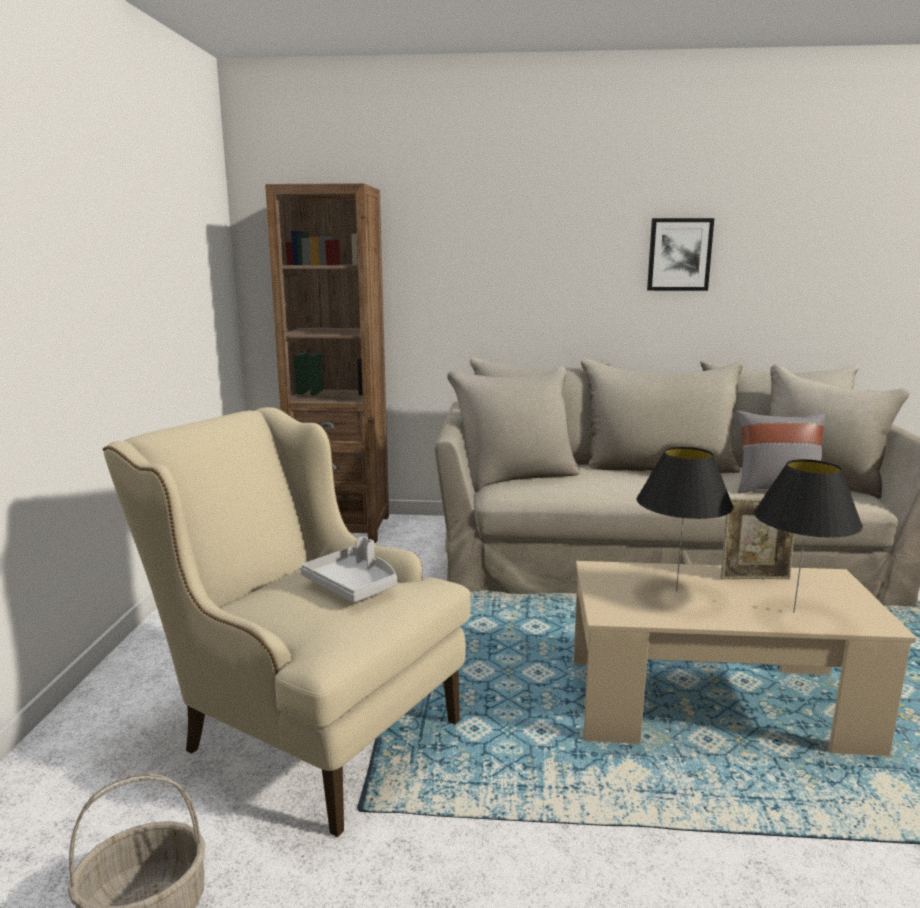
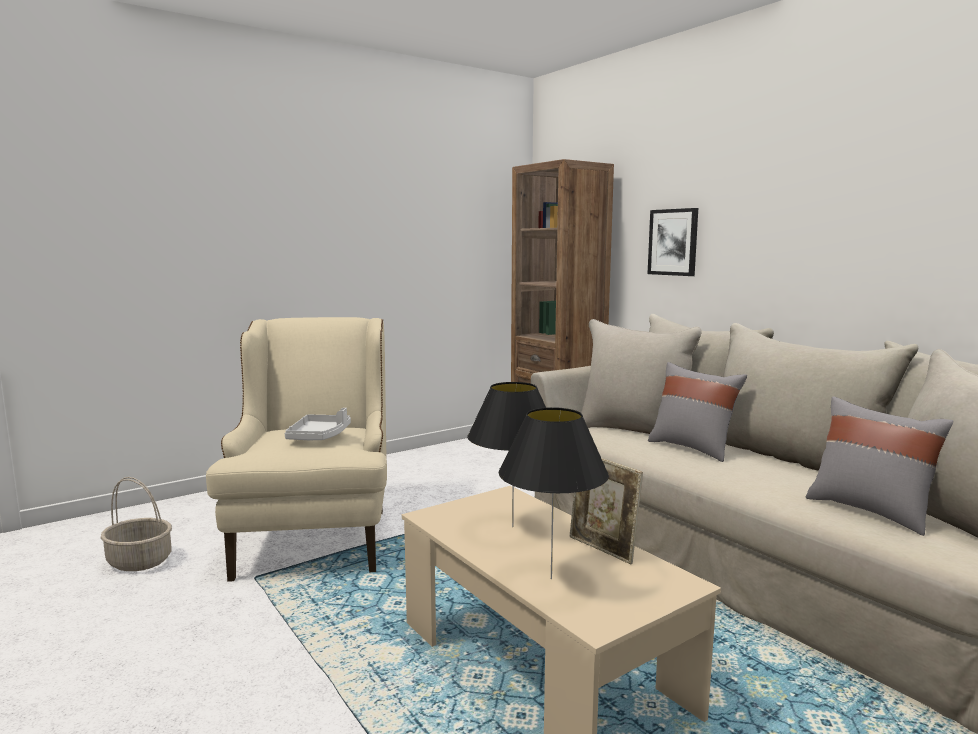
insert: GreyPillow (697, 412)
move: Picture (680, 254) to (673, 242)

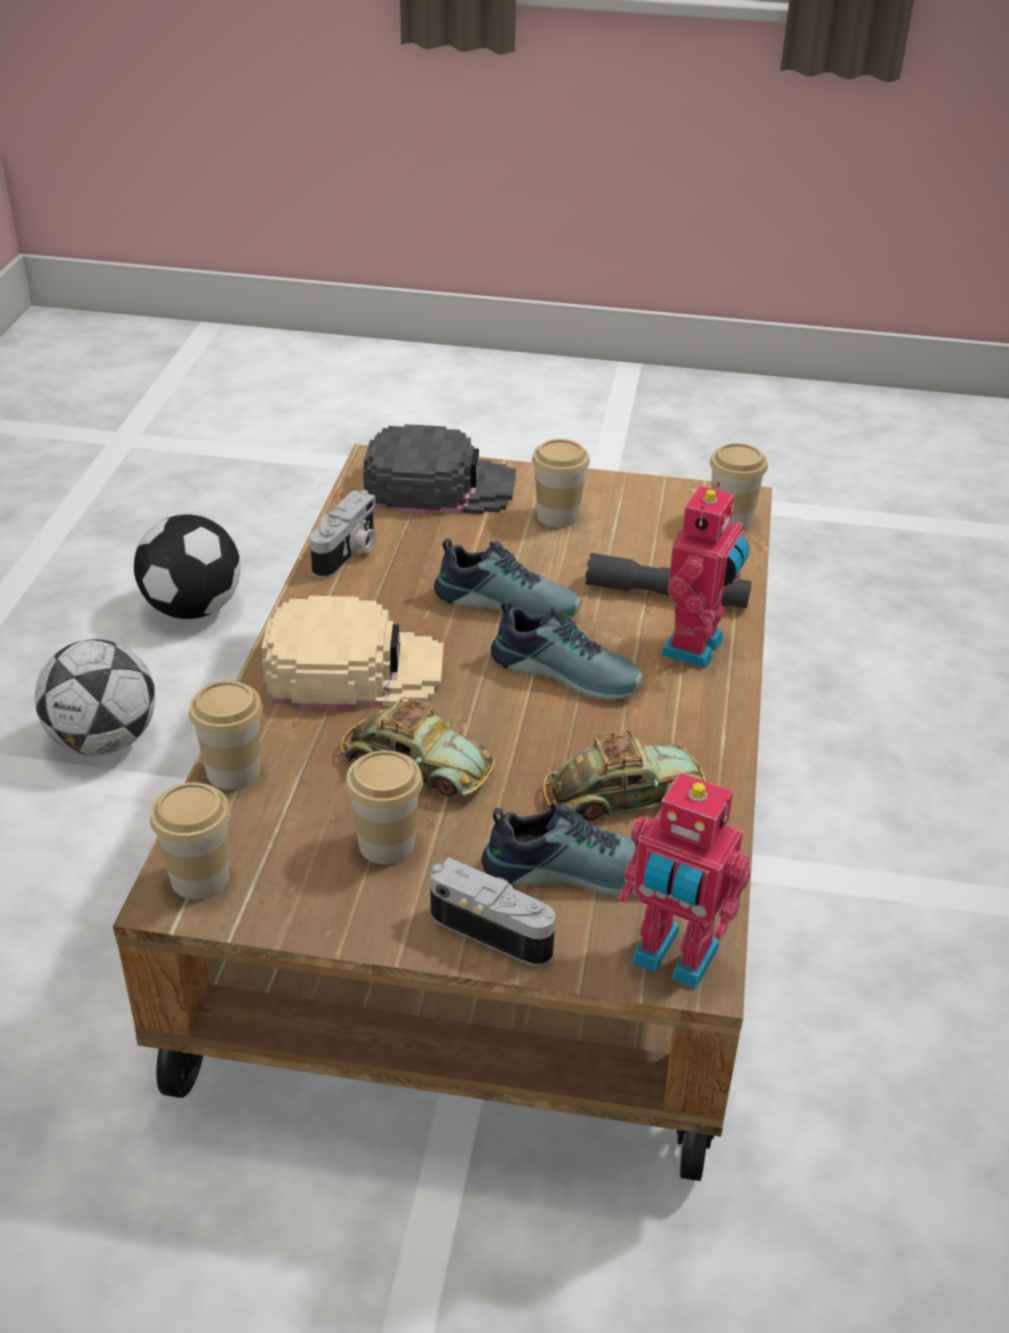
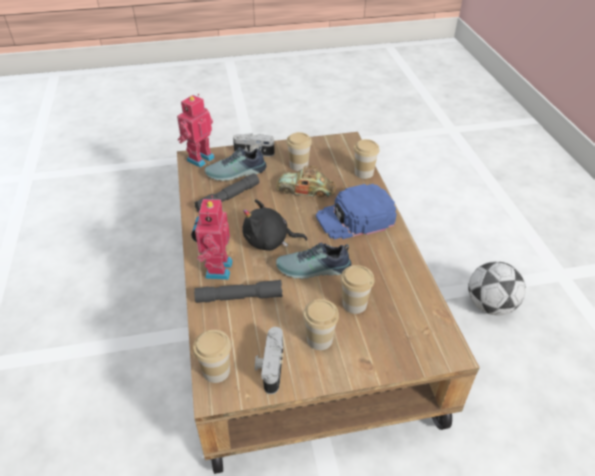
delete: Football (187, 567); BlackCap (439, 469)
move: Cup (190, 840) to (357, 289); PhotoCamera (343, 534) to (269, 360)
replace: Shoe (567, 650) to BlackPlushToy (275, 225); ToyCar (624, 775) to GreyFlashlight (227, 192)
recolor: BeigeCap (353, 652) to BlueCap (356, 211)
rotate: ToyRobot (685, 880) = (196, 131) 60 degrees counterclockwise

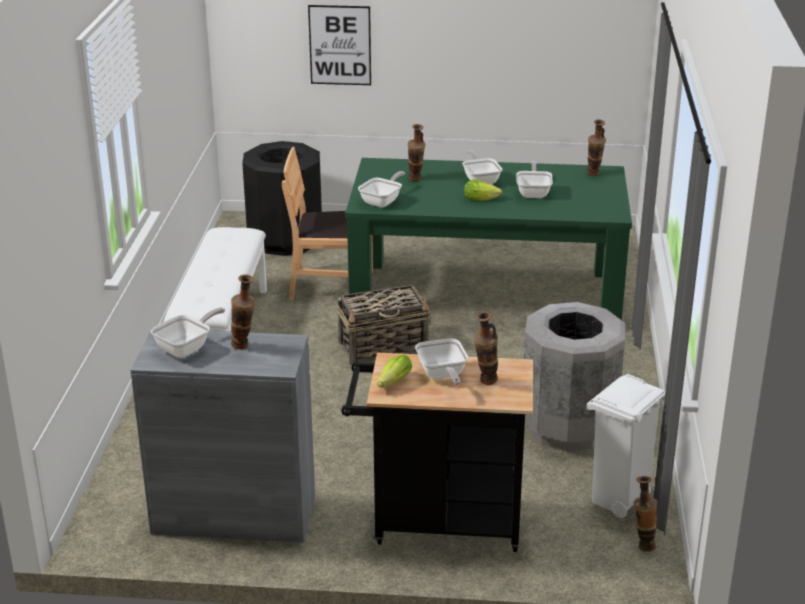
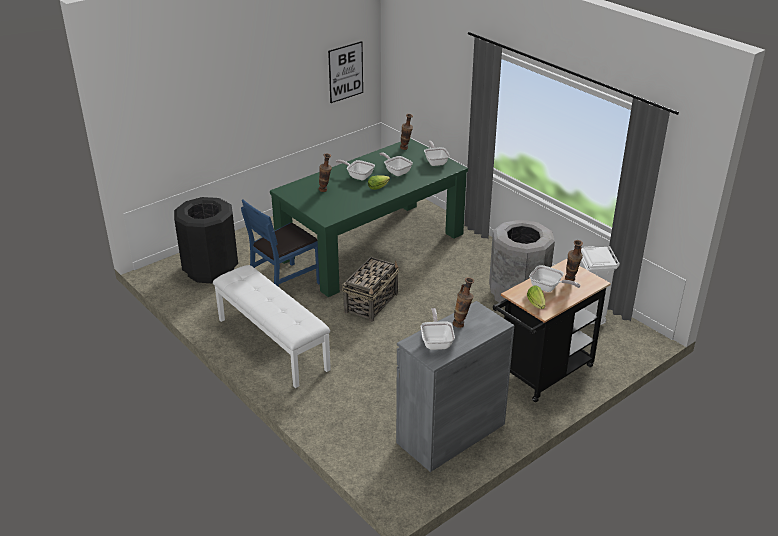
delete: Vase (645, 514)
move: Picture (339, 45) to (345, 72); FryingPan (381, 189) to (437, 153)
recolor: BrownChair (327, 223) to BlueChair (280, 243)

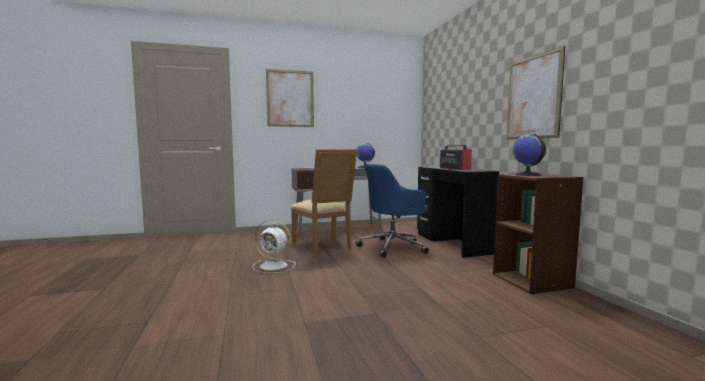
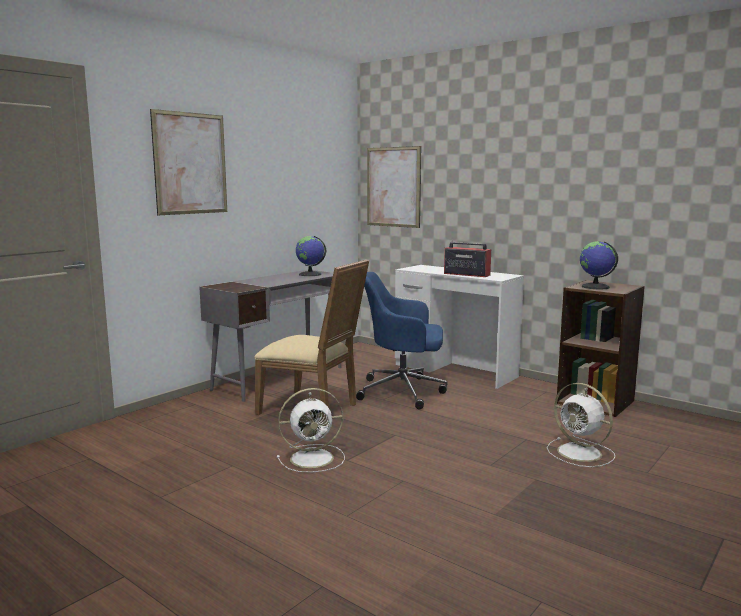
insert: WhiteFan (581, 425)
move: Picture (536, 93) to (394, 187)
recolor: BlackDesk (458, 212) to WhiteDesk (459, 327)
rotate: BlueOfficeChair (392, 211) = (401, 340) 75 degrees clockwise

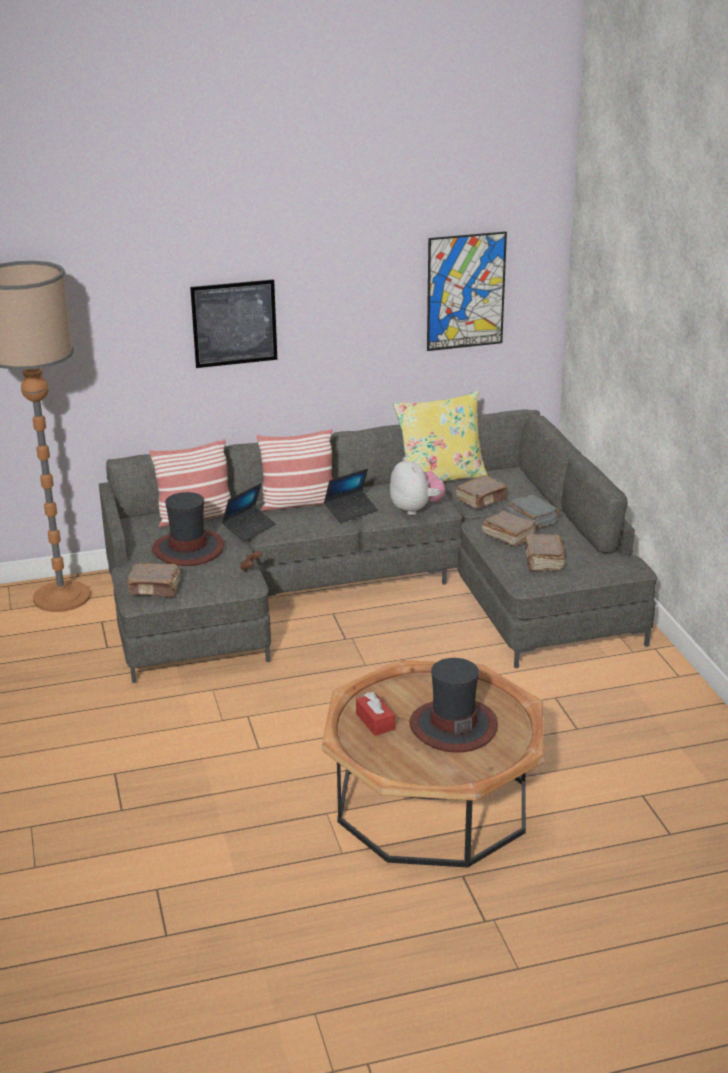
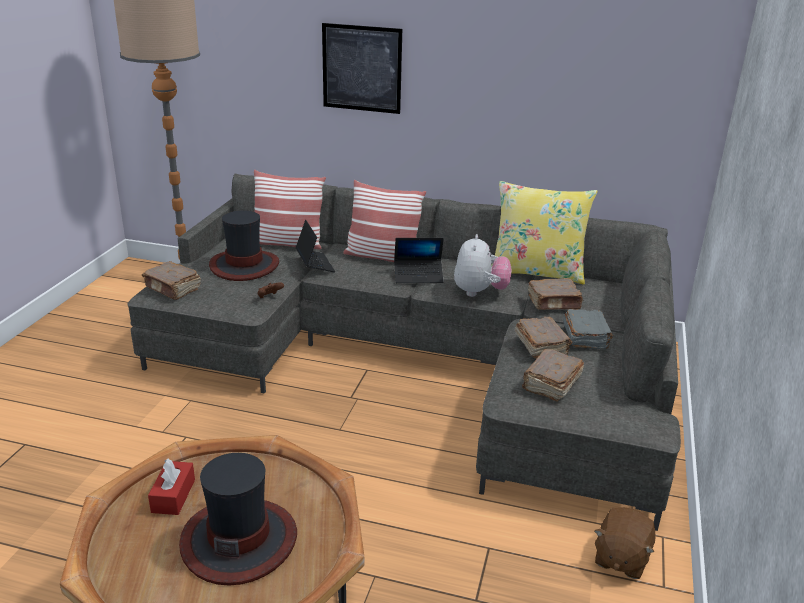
delete: Picture (467, 291)
insert: BrownPlushToy (625, 543)
rotate: Laptop (249, 512) = (315, 246) 90 degrees counterclockwise

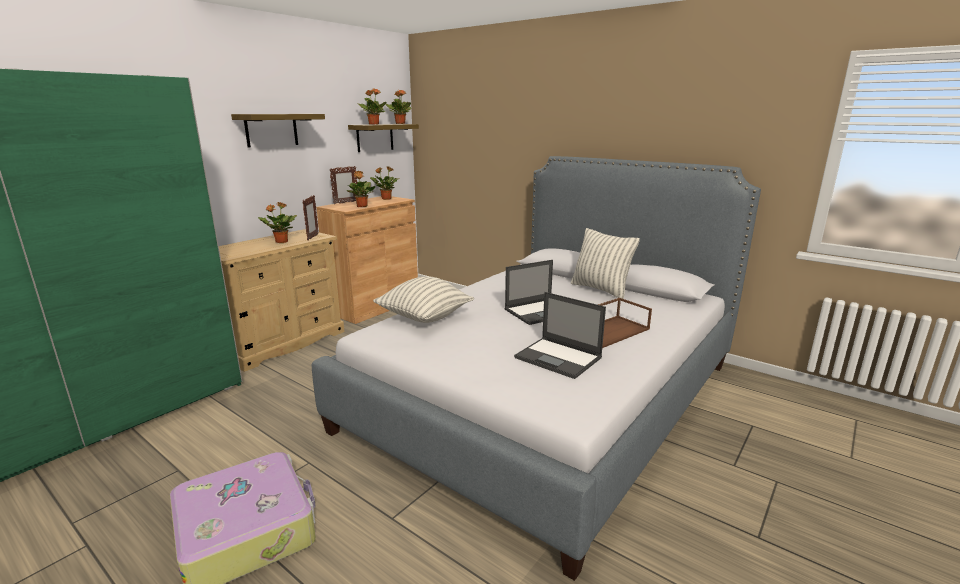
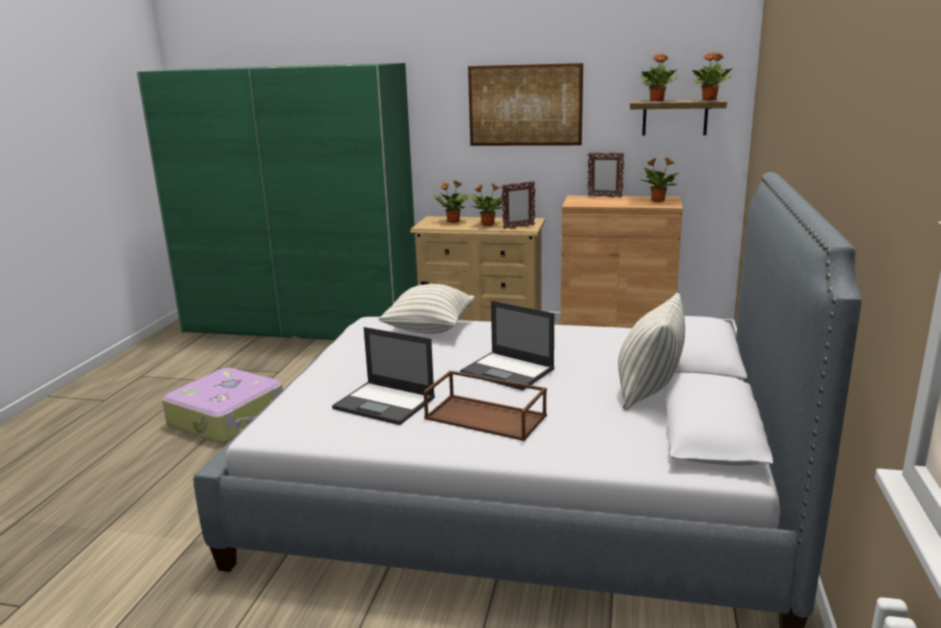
move: PottedPlant (361, 189) to (452, 201)
replace: Shelf (278, 131) to Picture (525, 104)
rotate: Laptop (560, 335) = (383, 376) 75 degrees counterclockwise

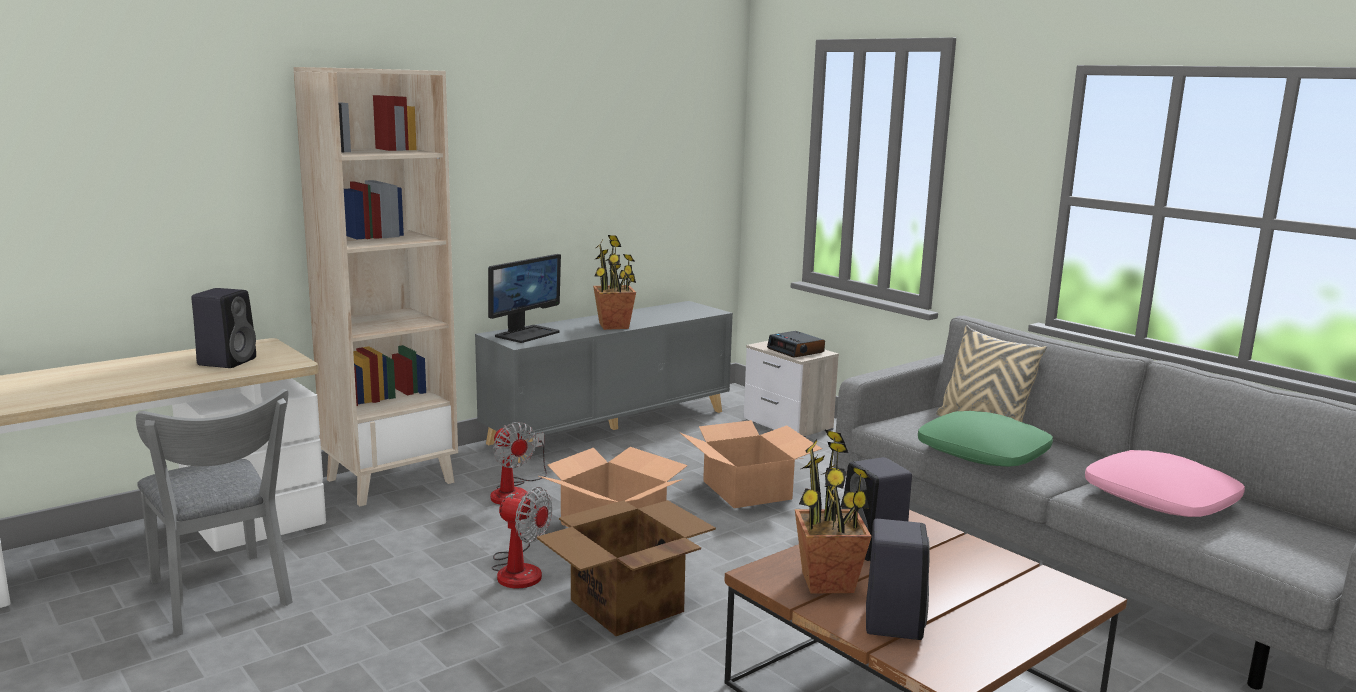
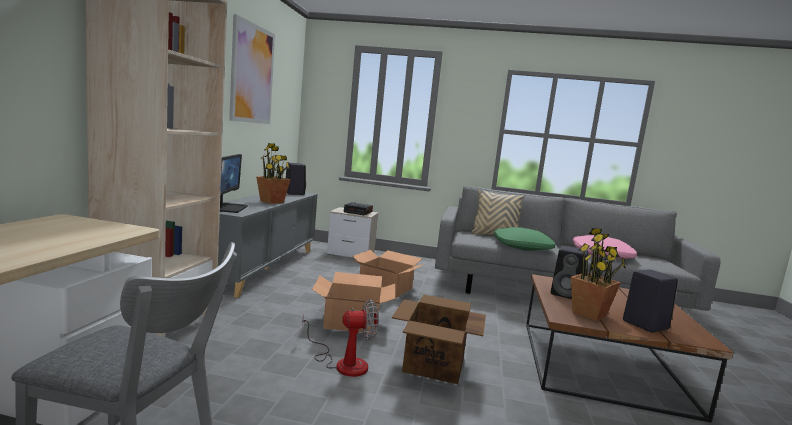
delete: Fan (518, 463)
insert: Picture (252, 69)
move: BlackSpeaker (223, 328) to (296, 179)

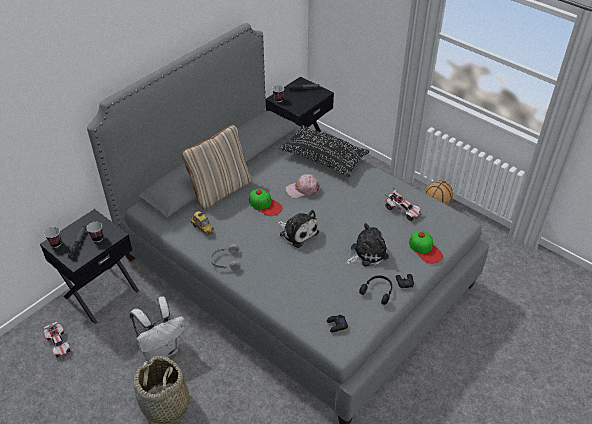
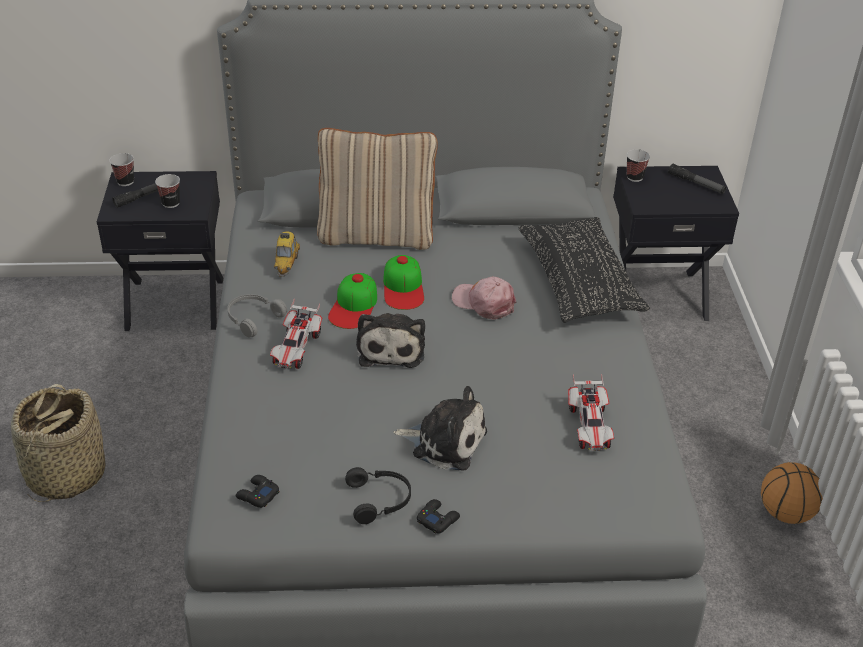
delete: WhiteBackpack (157, 328)
move: ToyCar (56, 338) to (296, 334); Cap (426, 247) to (352, 301)

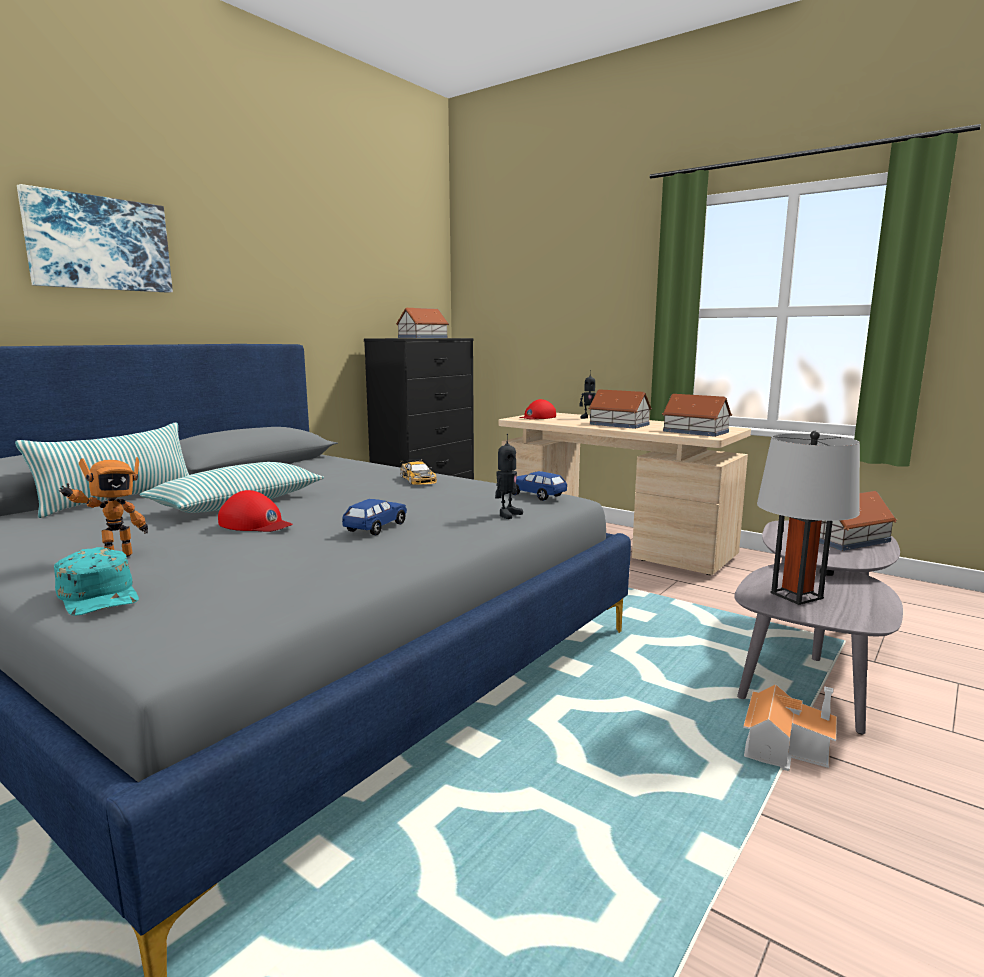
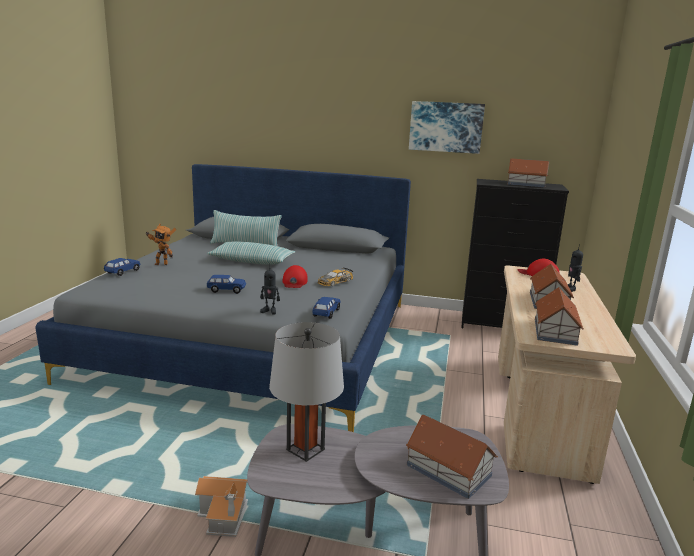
move: Picture (95, 238) to (447, 127); RedCap (255, 511) to (295, 276)
replace: TurquoiseCap (96, 581) to BlueToyCar (122, 267)

